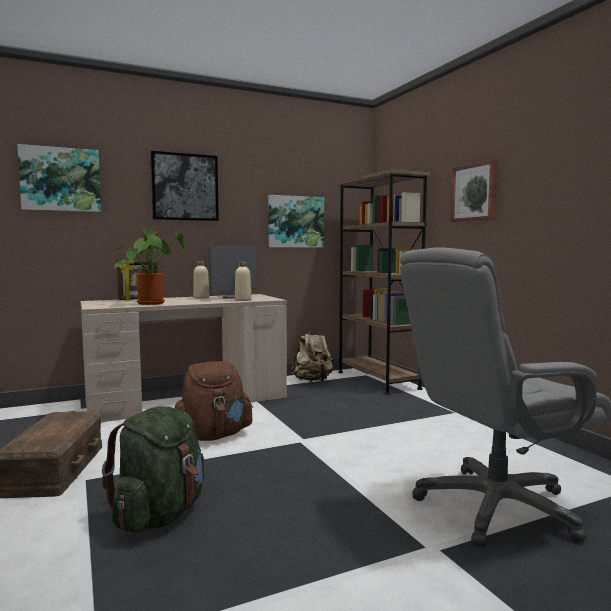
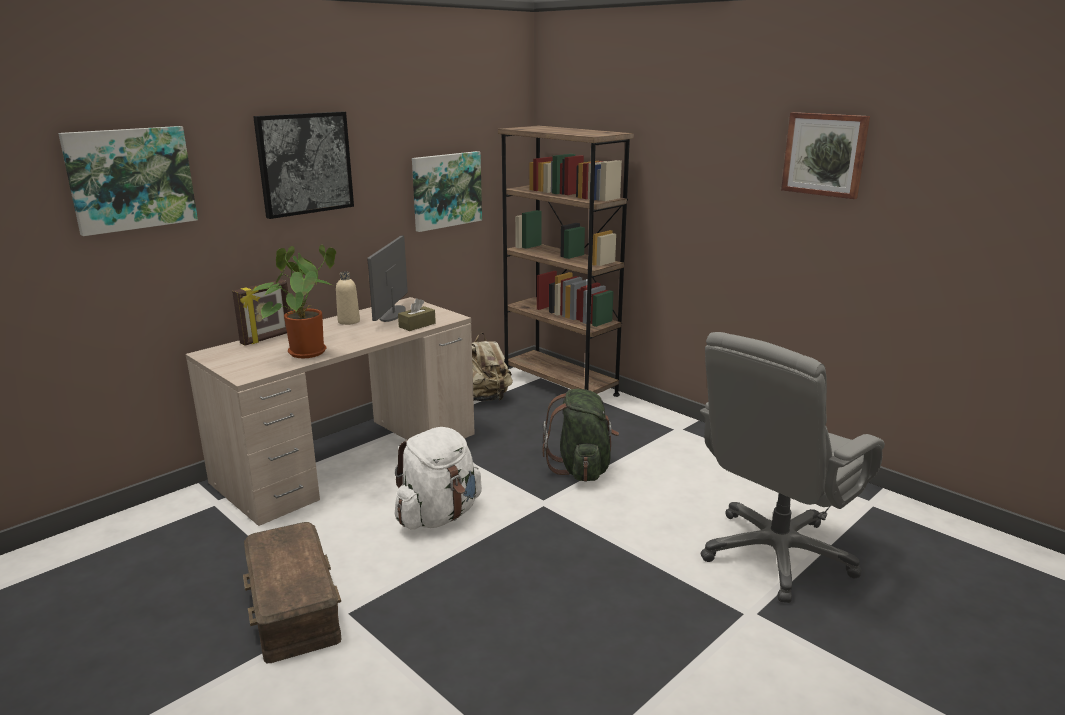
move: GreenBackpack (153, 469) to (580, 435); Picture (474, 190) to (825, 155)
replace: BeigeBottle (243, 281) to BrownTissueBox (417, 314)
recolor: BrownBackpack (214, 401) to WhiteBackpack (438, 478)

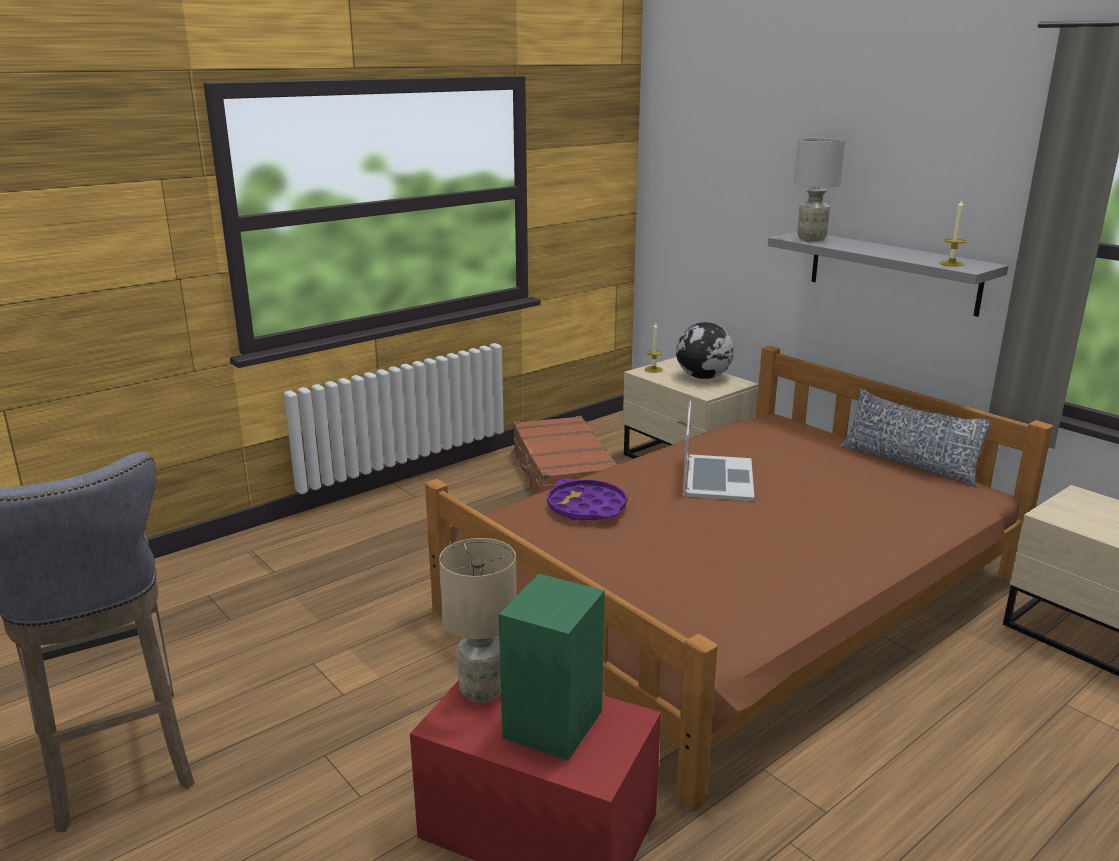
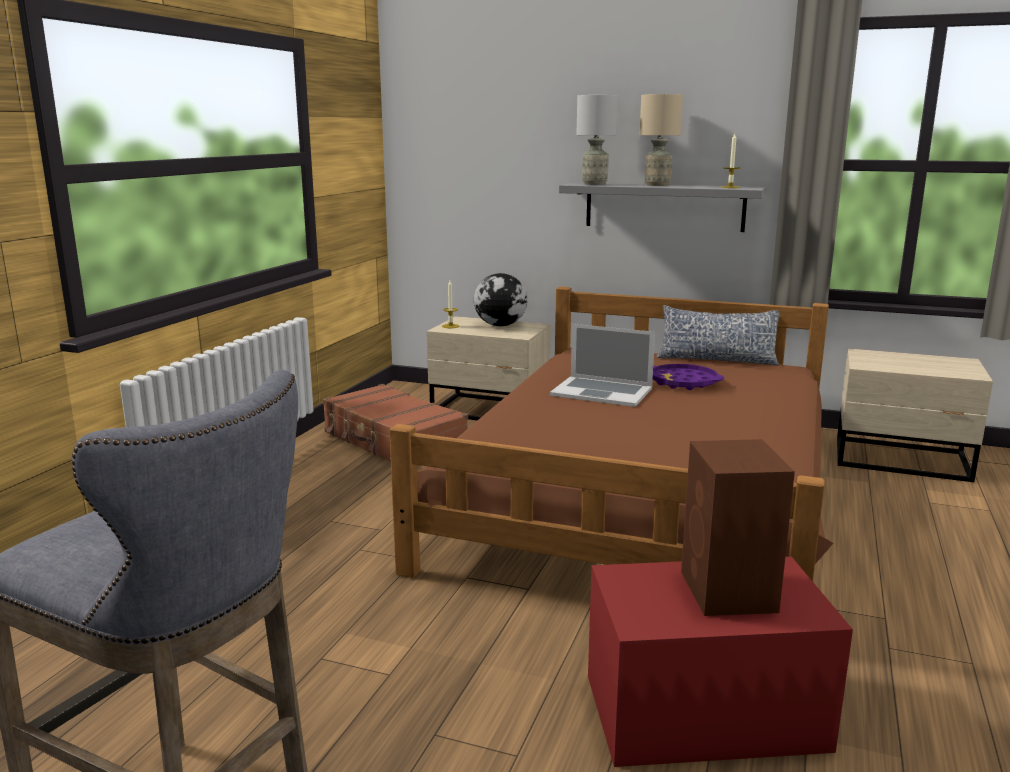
move: BeigeTableLamp (478, 620) to (661, 140); PurpleTray (587, 499) to (688, 377)
recolor: GreenSpeaker (552, 667) to BrownSpeaker (738, 527)
rotate: Laptop (718, 451) = (602, 365) 135 degrees clockwise

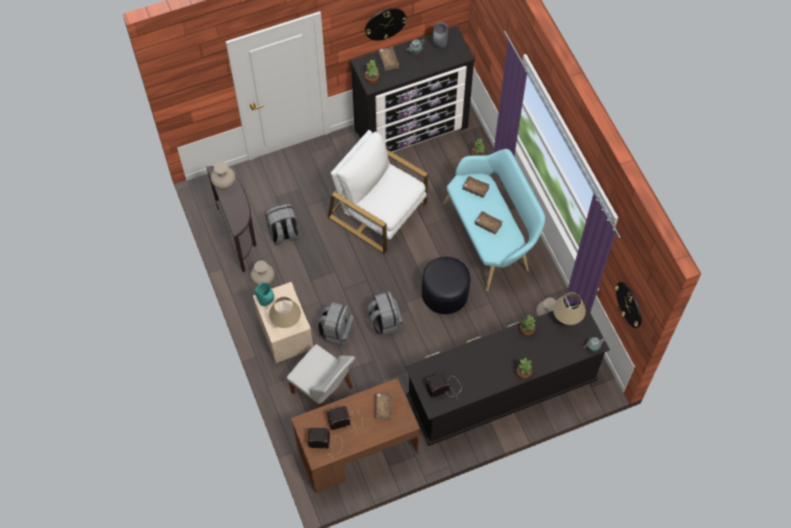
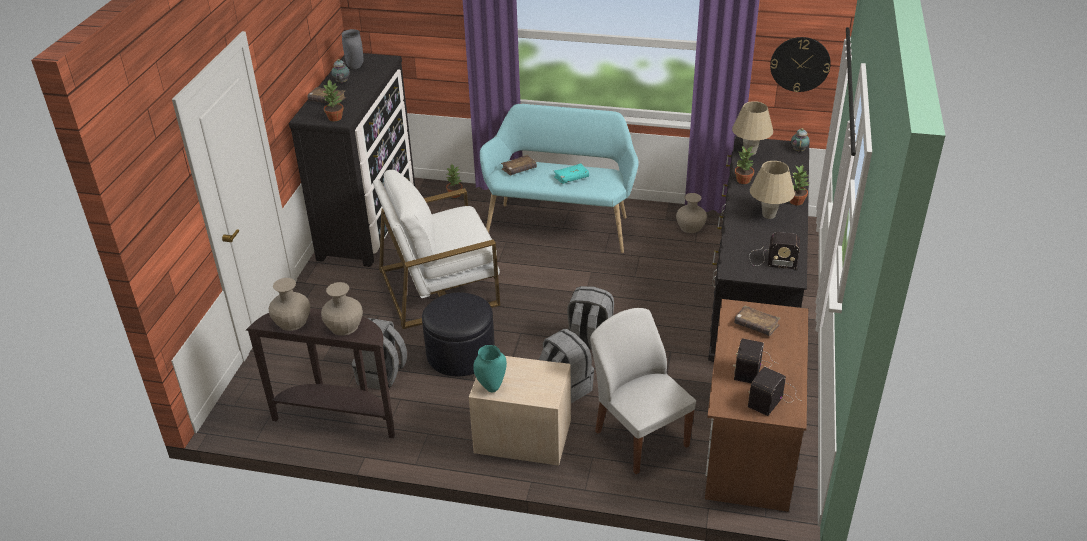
delete: WallClock (386, 24)
move: BeigeVase (262, 273) to (342, 309); BeigeTableLamp (285, 312) to (772, 190); BlackOttoman (446, 285) to (458, 334)
recolor: BrownBook (489, 222) to TurquoiseBook (571, 173)
rotate: WhiteChair (321, 375) = (643, 391) 105 degrees counterclockwise; Radio (444, 386) = (774, 250) 90 degrees counterclockwise

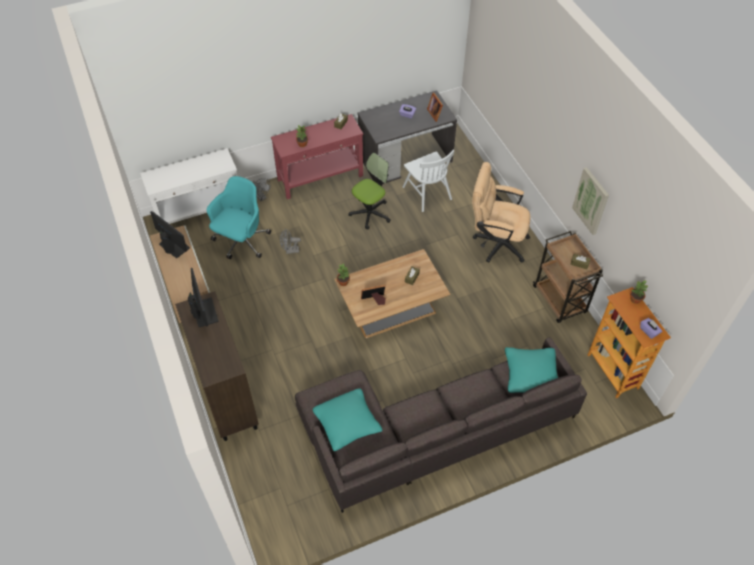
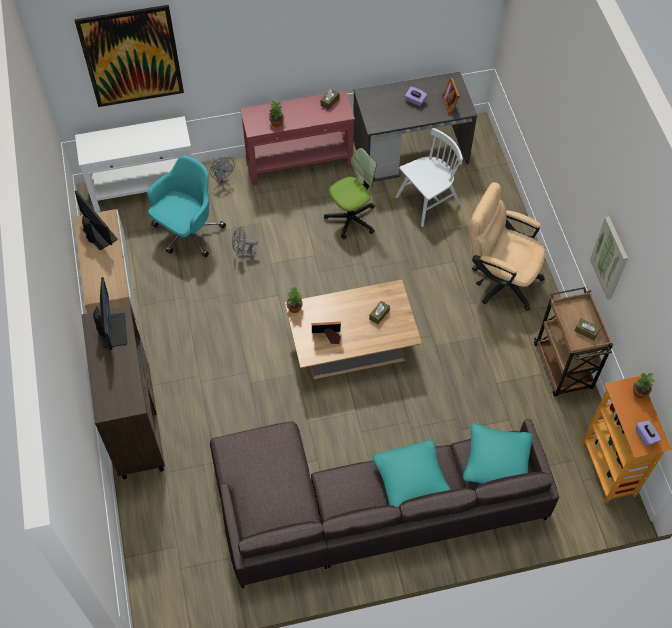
insert: Picture (129, 56)
move: TurquoisePillow (347, 419) to (412, 473)
rotate: WhiteChair (428, 181) = (429, 177) 105 degrees counterclockwise

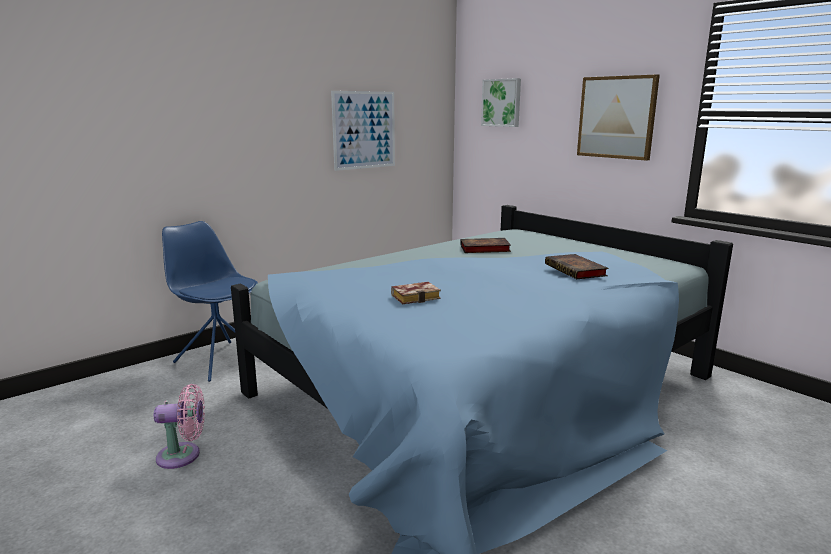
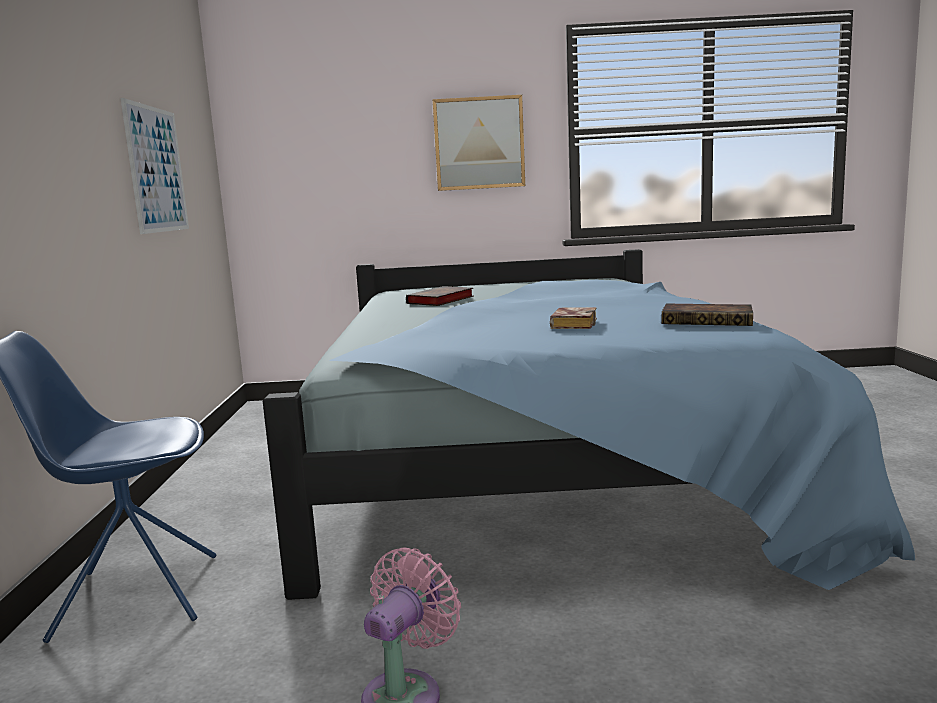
delete: Picture (501, 102)
move: Book (577, 266) to (707, 314)

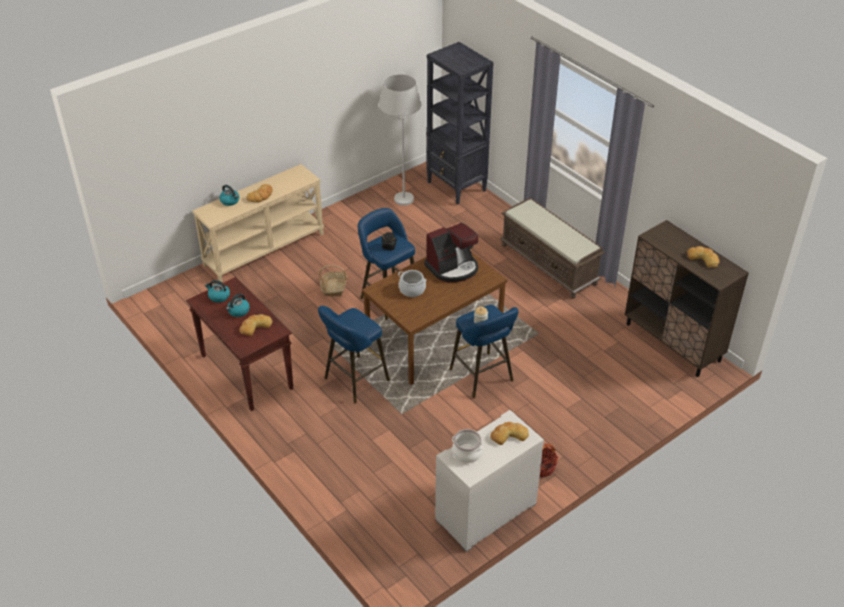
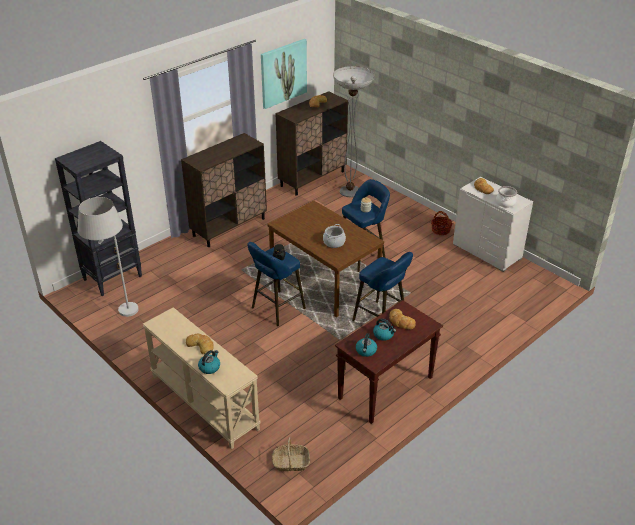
delete: CoffeeMachine (451, 253)
insert: Picture (284, 74); FloorLamp (353, 131)
move: Basket (333, 281) to (291, 454)
replace: BrownBench (552, 248) to BrownCabinet (224, 190)

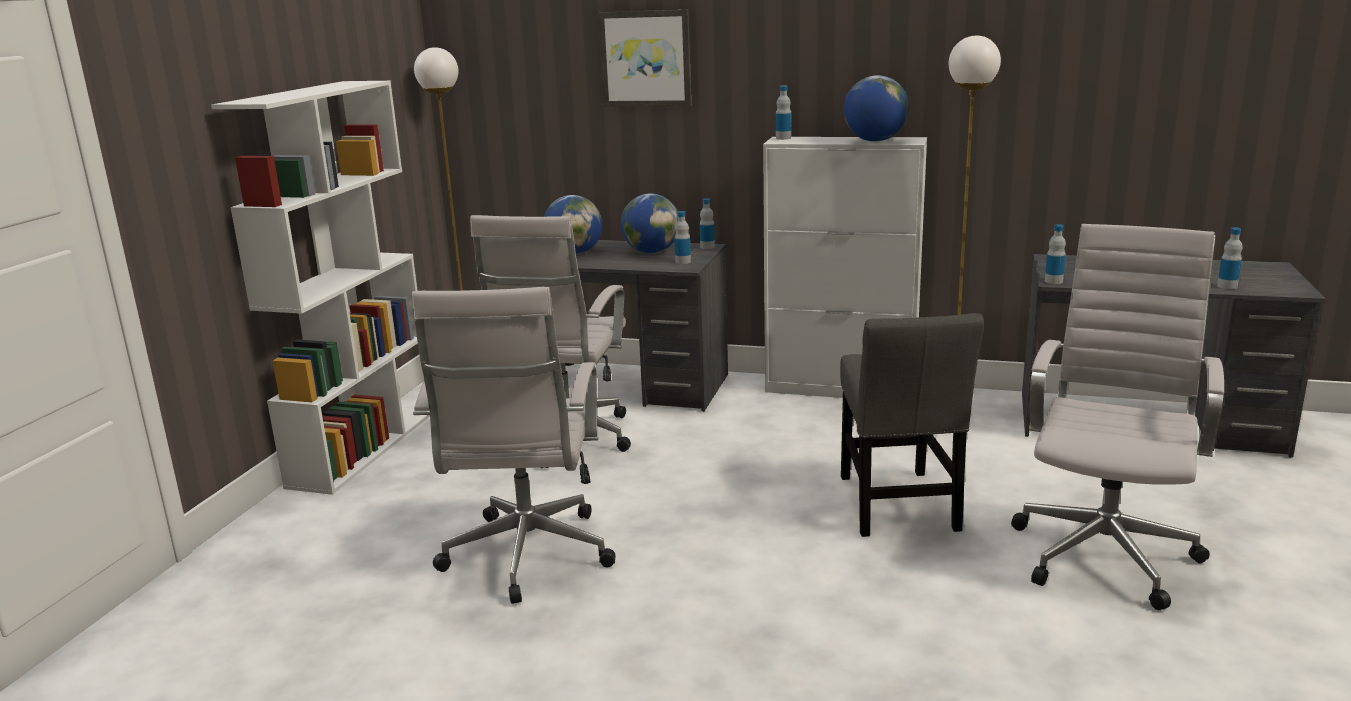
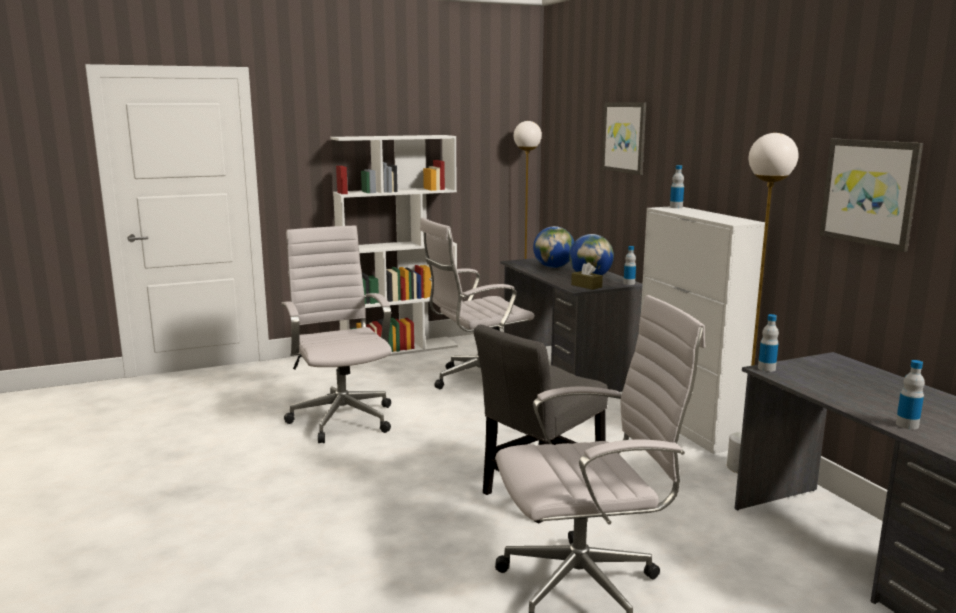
delete: Globe (876, 108)
insert: Picture (871, 195)
replace: Bottle (683, 237) to BrownTissueBox (587, 276)
rotate: WhiteOfficeChair (513, 445) = (337, 334) 105 degrees clockwise

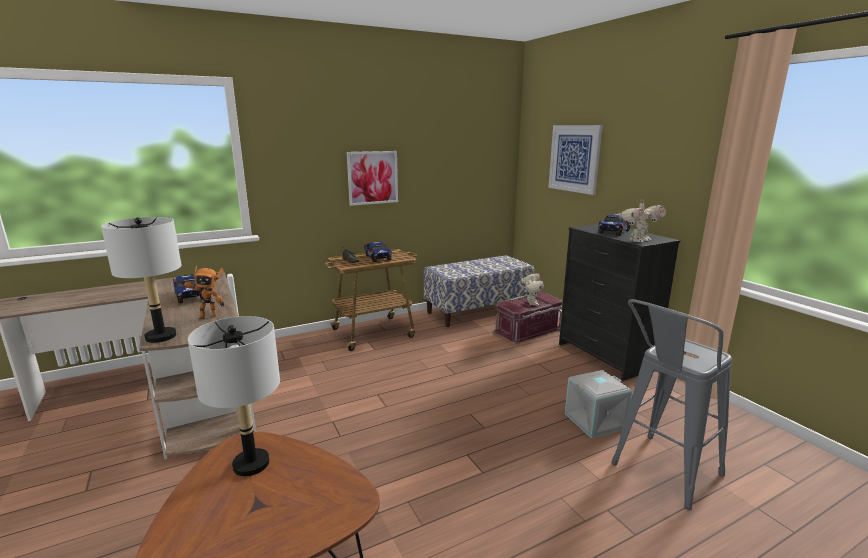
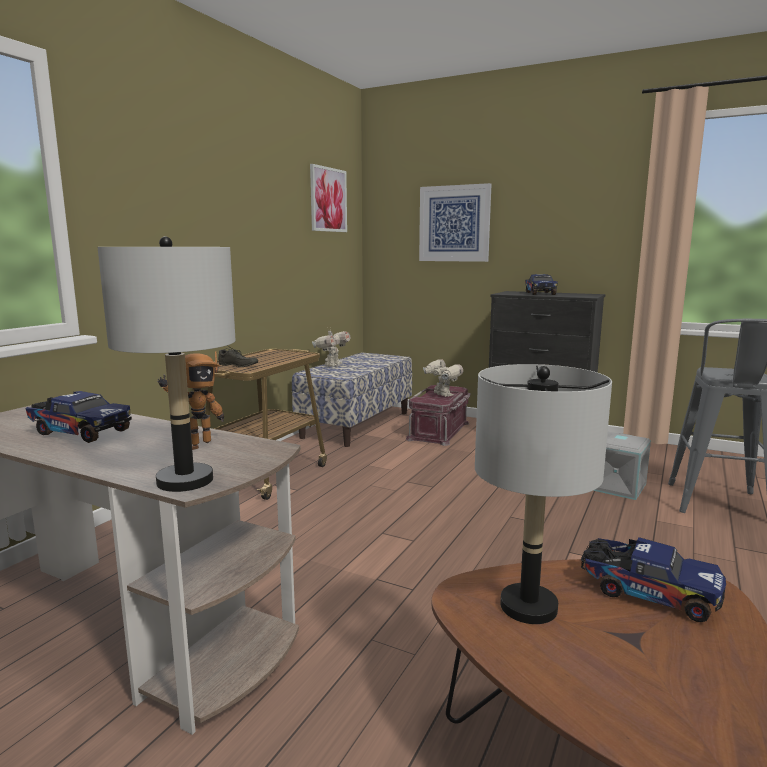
move: Picture (372, 178) to (328, 198); ToyTruck (378, 252) to (653, 579); ToyRobot (642, 221) to (331, 348)

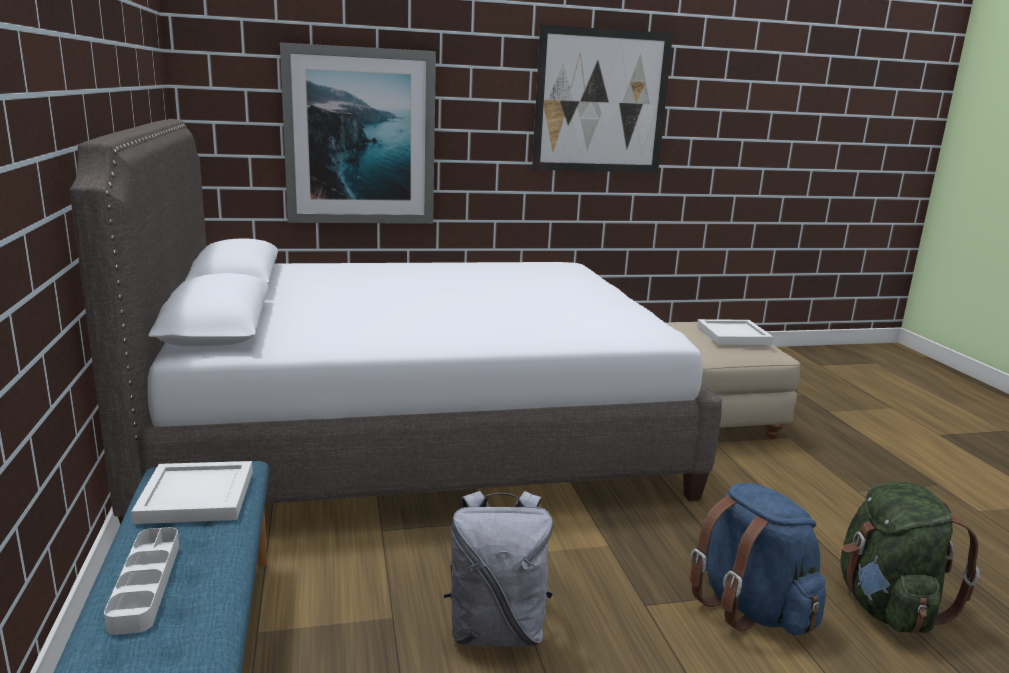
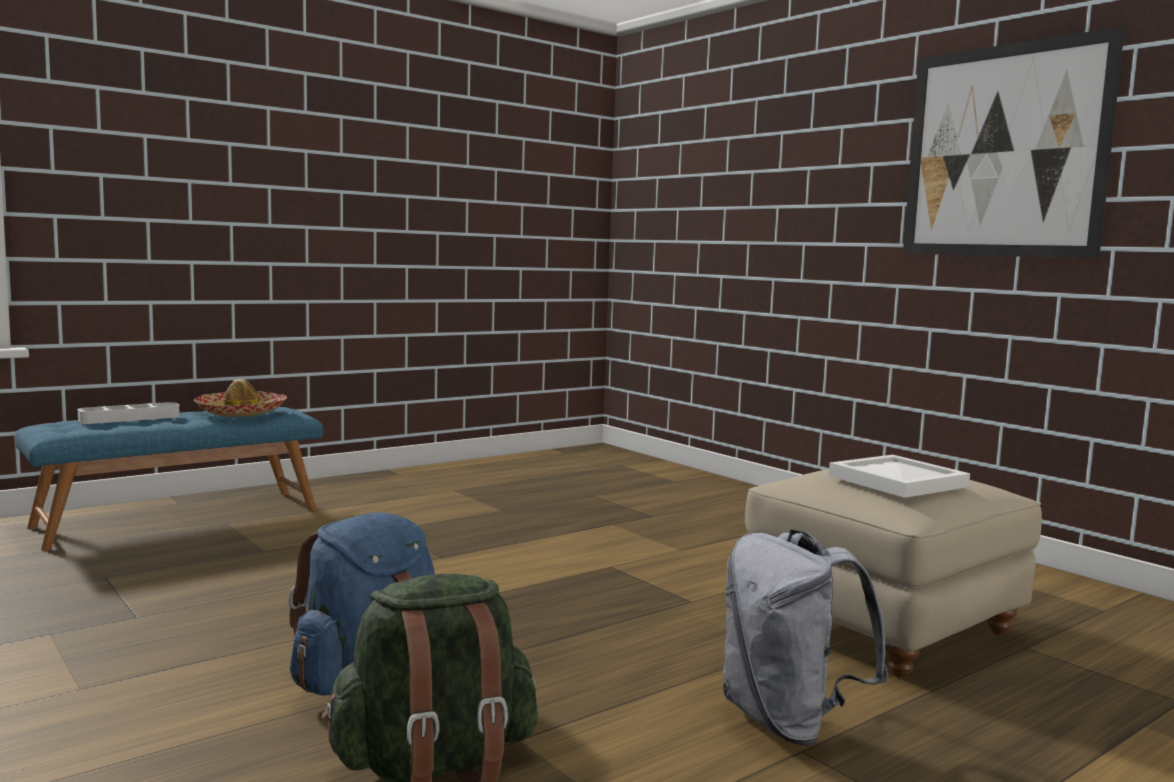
delete: GreyBed (396, 322); Picture (358, 133)
move: GreyBackpack (498, 569) to (806, 637)
replace: WhiteTray (192, 492) to Hat (240, 398)

